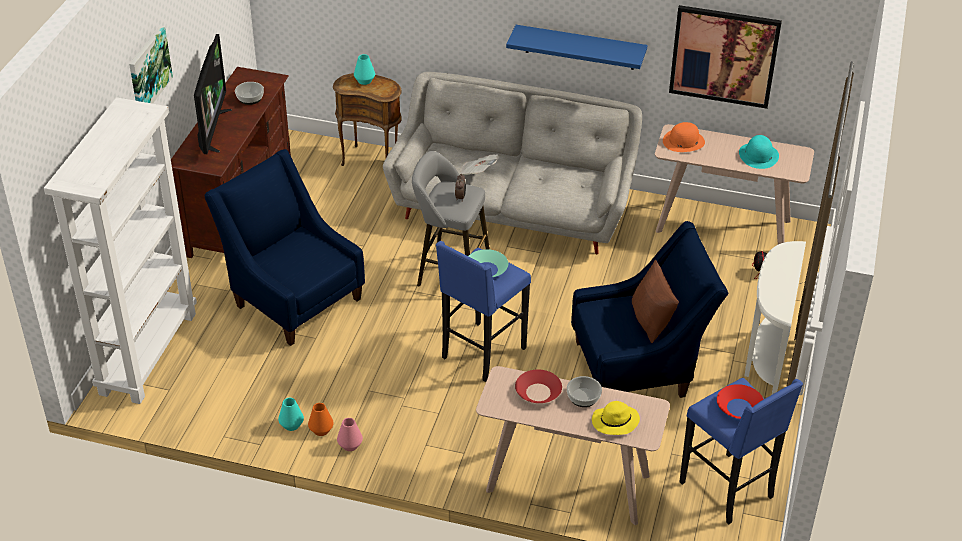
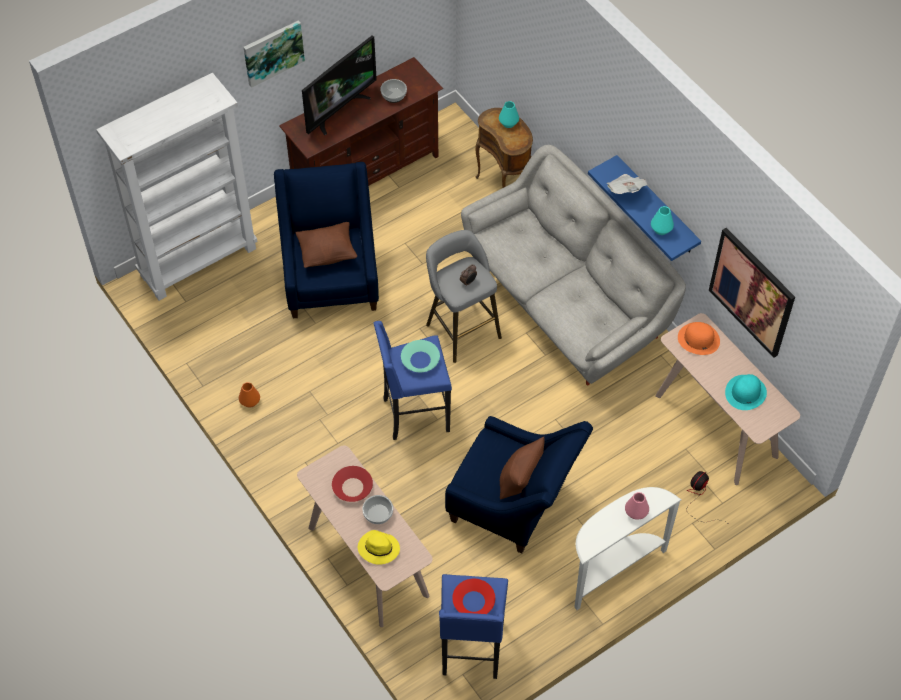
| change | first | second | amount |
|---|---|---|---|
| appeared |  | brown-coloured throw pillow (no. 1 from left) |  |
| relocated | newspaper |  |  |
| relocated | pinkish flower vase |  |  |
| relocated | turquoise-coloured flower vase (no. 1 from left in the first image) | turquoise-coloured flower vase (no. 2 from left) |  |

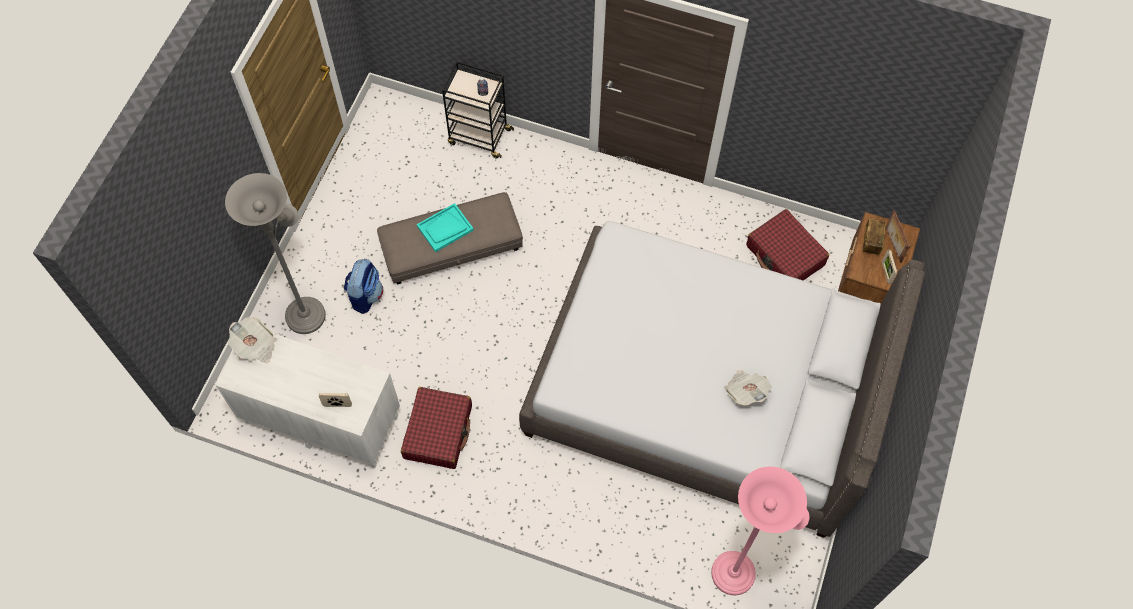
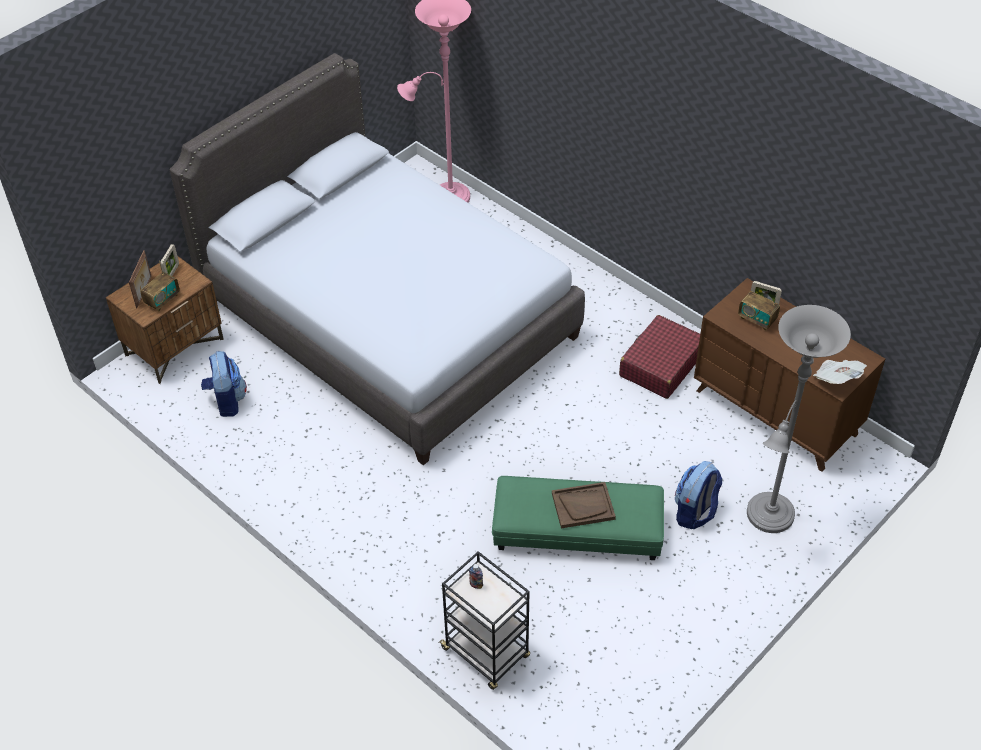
| change | first | second | amount |
|---|---|---|---|
| exchanged | reddish piece of luggage (no. 2 from left) | rucksack (no. 1 from left) |  |
| colour | gray ottoman | green-coloured ottoman |  |
| colour | turquoise-coloured carrying tray | brown-coloured carrying tray |  |
| colour | whitish drawer chest | brown-coloured drawer chest |  |
| appeared |  | radio set (no. 2 from left) |  |
| missing | newspaper (no. 2 from left) |  |  |

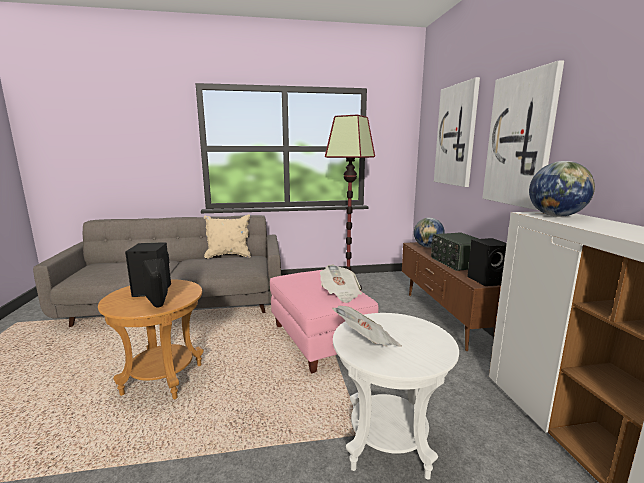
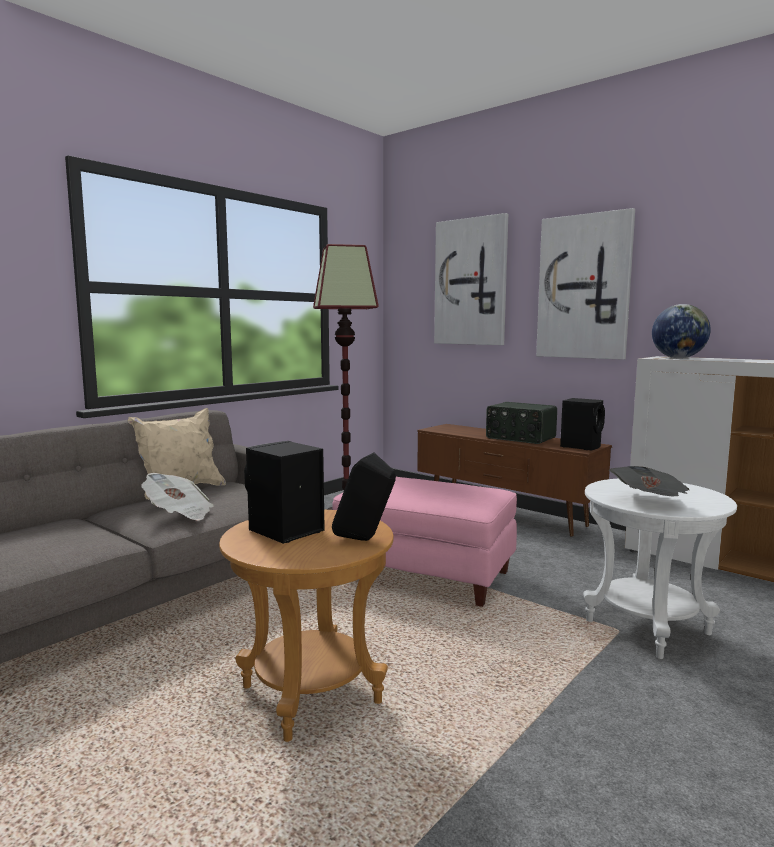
| change | first | second | amount |
|---|---|---|---|
| relocated | newspaper (no. 1 from left) |  |  |
| missing | desk globe (no. 1 from left) |  |  |

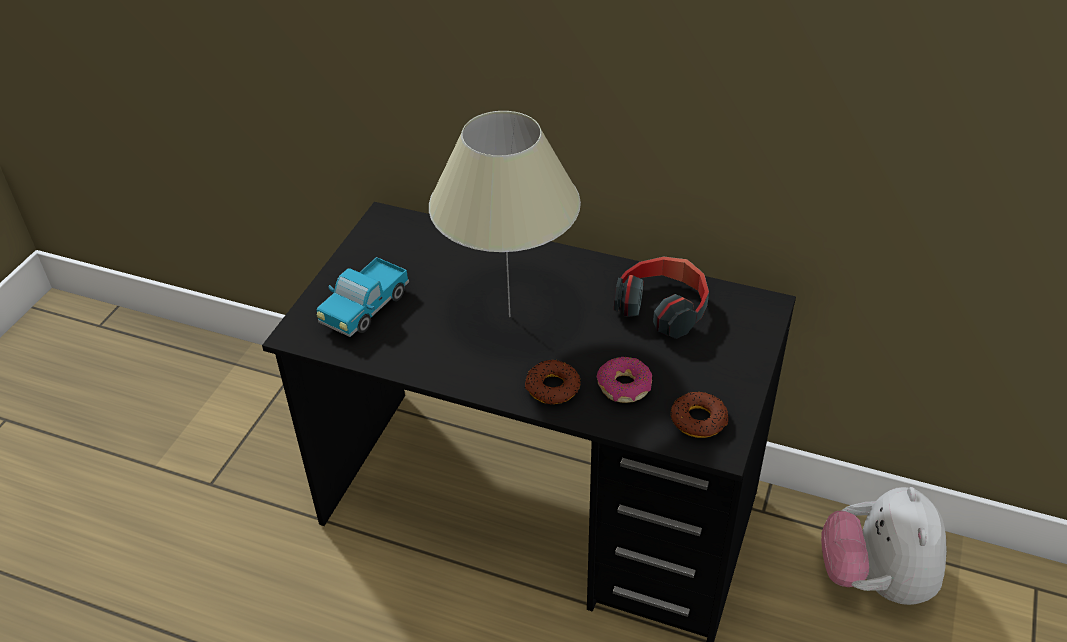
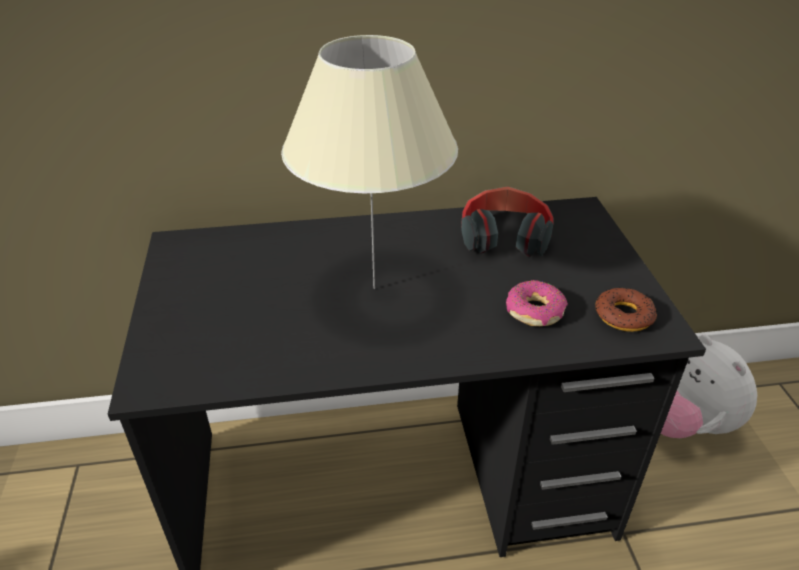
| change | first | second | amount |
|---|---|---|---|
| missing | toy truck |  |  |
| missing | ring doughnut (no. 1 from left) |  |  |

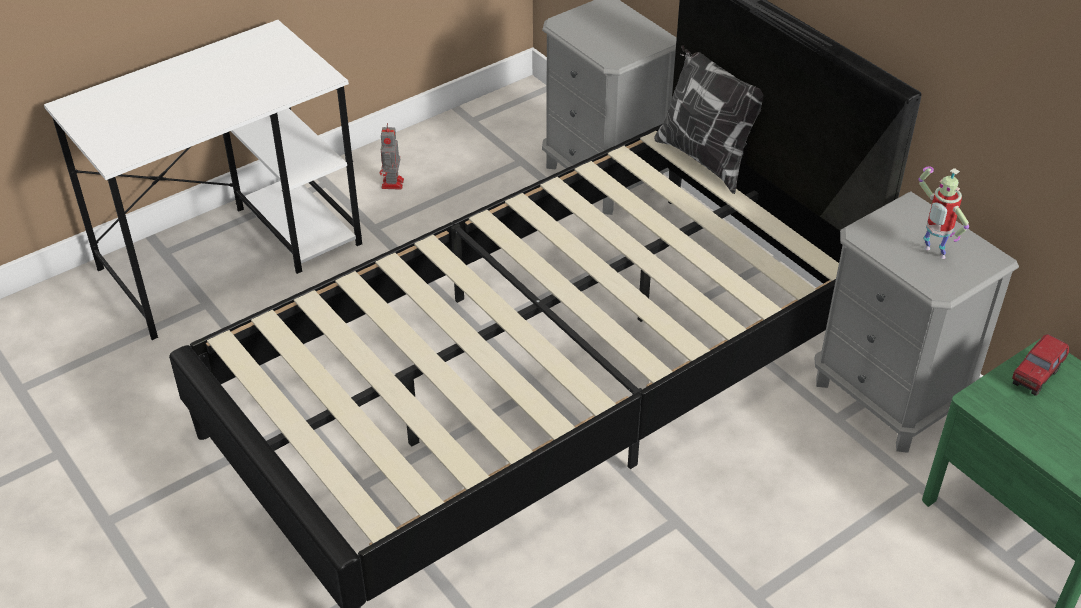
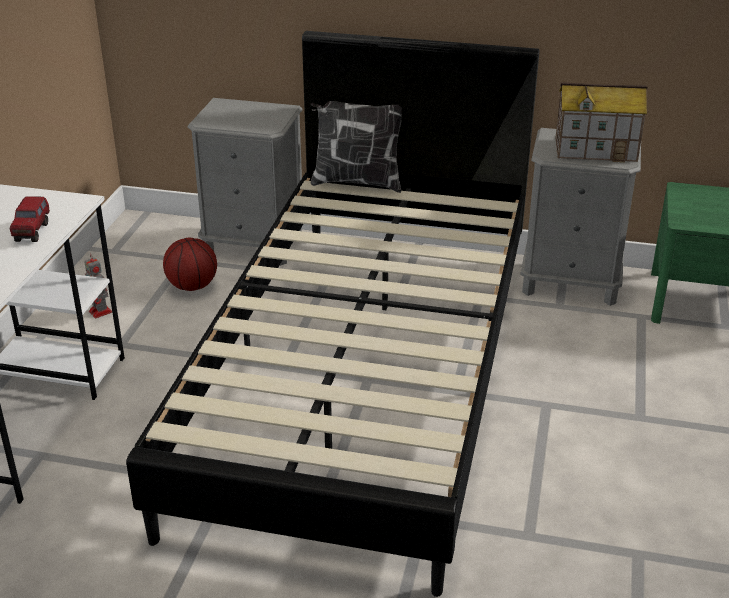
| change | first | second | amount |
|---|---|---|---|
| relocated | toy truck |  |  |
| appeared |  | ball for basketball |  |
| exchanged | toy robot (no. 2 from left) | model house |  |

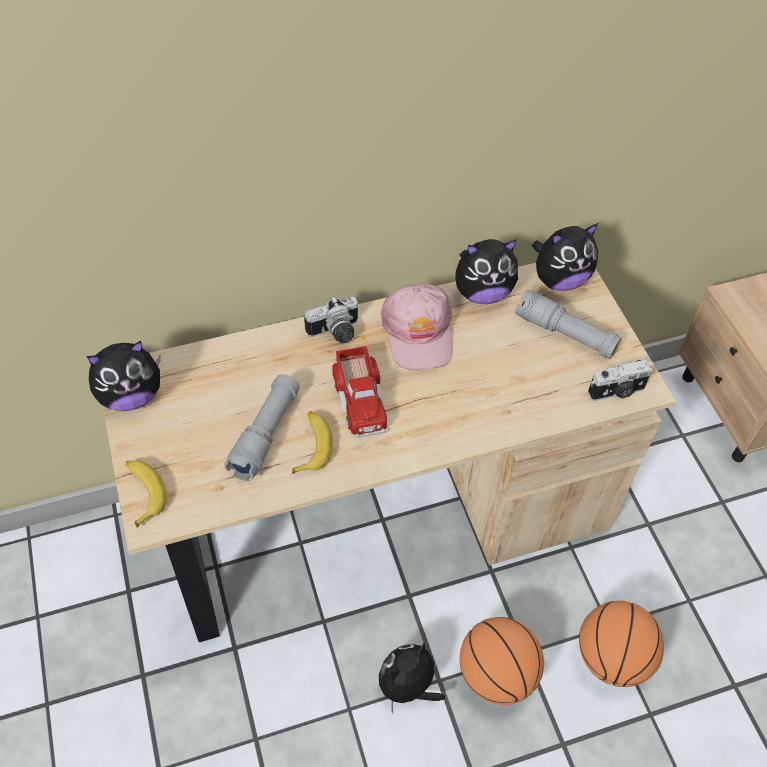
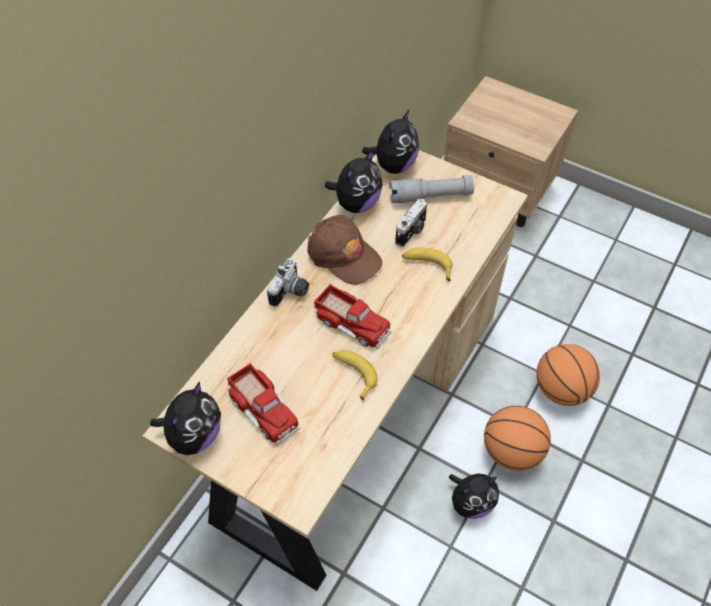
| change | first | second | amount |
|---|---|---|---|
| appeared |  | toy truck (no. 1 from left) |  |
| colour | pinkish peaked cap | brown-coloured peaked cap |  |
| relocated | photo camera (no. 2 from left) |  |  |
| relocated | banana fruit (no. 1 from left in the first image) | banana fruit (no. 2 from left) |  |
| spun | cuddly toy (no. 2 from left in the first image) | cuddly toy (no. 4 from left) | 120 degrees counterclockwise |
| missing | gray flashlight (no. 1 from left) |  |  |

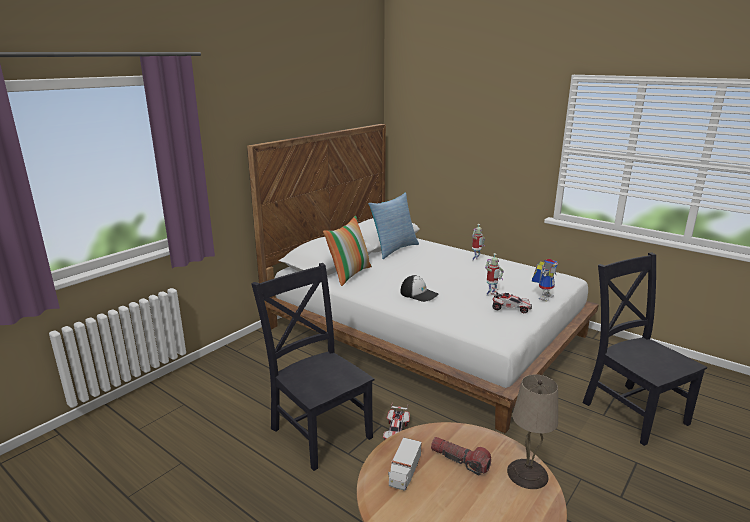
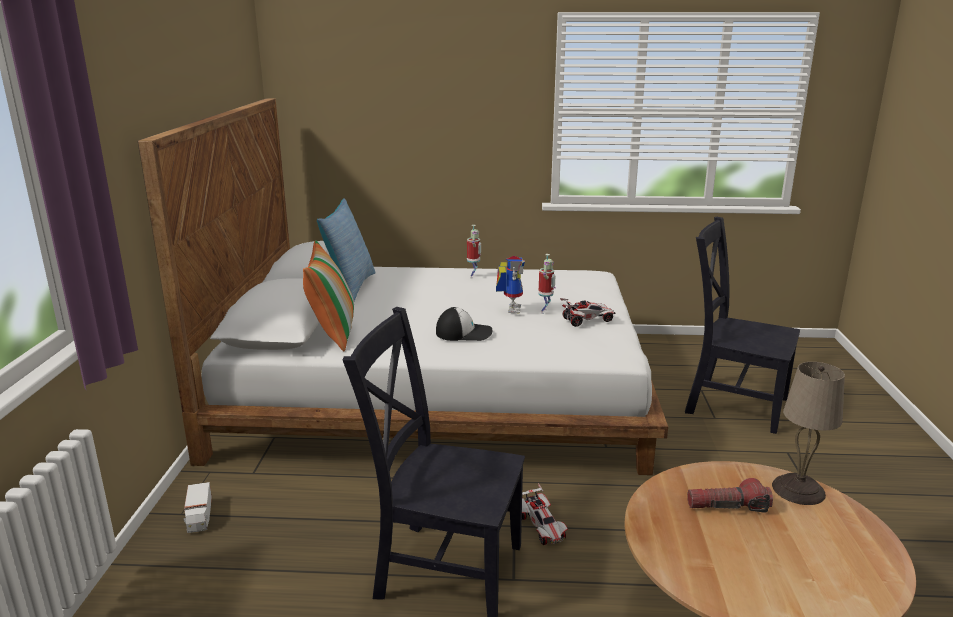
| change | first | second | amount |
|---|---|---|---|
| relocated | toy truck |  |  |
| relocated | toy robot (no. 3 from left in the first image) | toy robot (no. 2 from left) |  |

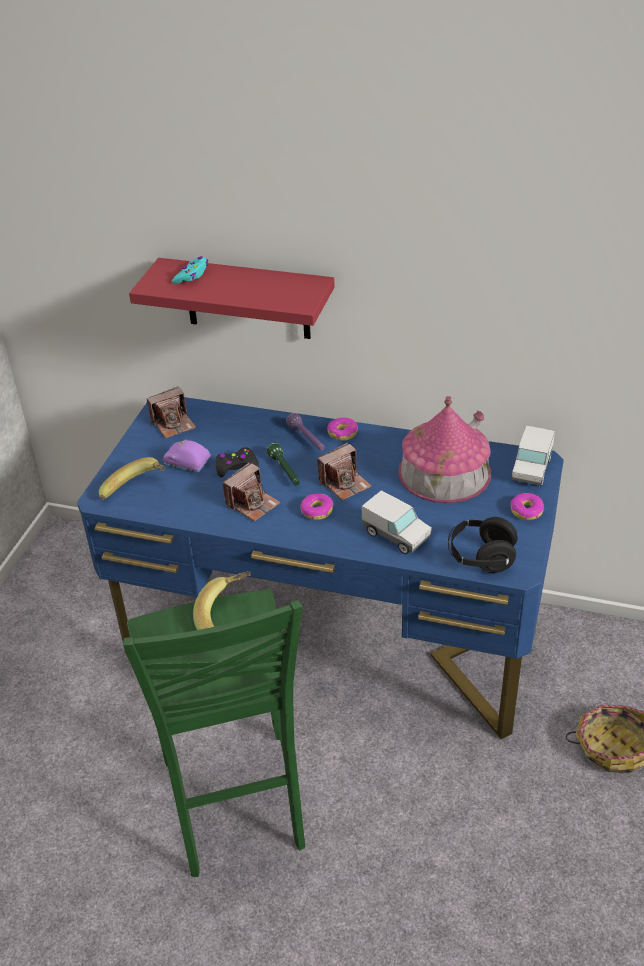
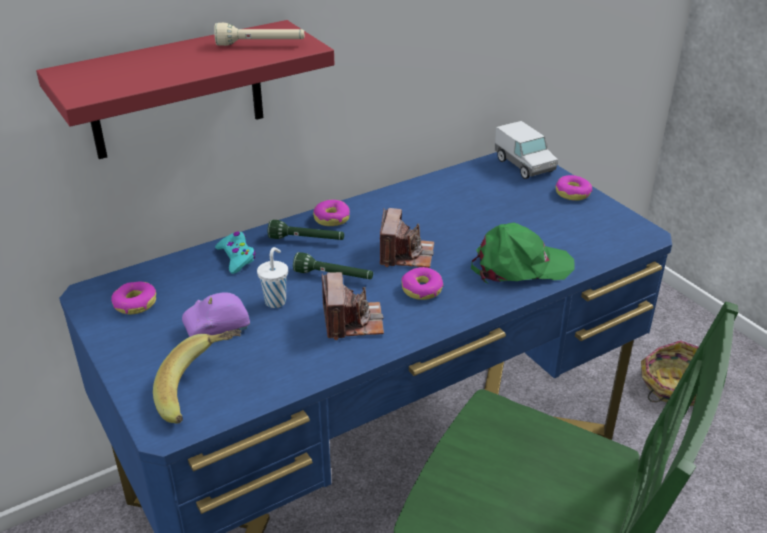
| change | first | second | amount |
|---|---|---|---|
| exchanged | photo camera (no. 1 from left) | ring doughnut (no. 1 from left) |  |
| appeared |  | sand-coloured flashlight |  |
| relocated | turquoise-coloured gamepad |  |  |
| exchanged | black gamepad | whitish small cup |  |
| colour | purplish flashlight | green-coloured flashlight (no. 1 from left) |  |
| exchanged | toy truck (no. 1 from left) | green-coloured peaked cap |  |
| missing | banana fruit (no. 2 from left) |  |  |
| missing | model house |  |  |
| missing | black pair of headphones |  |  |

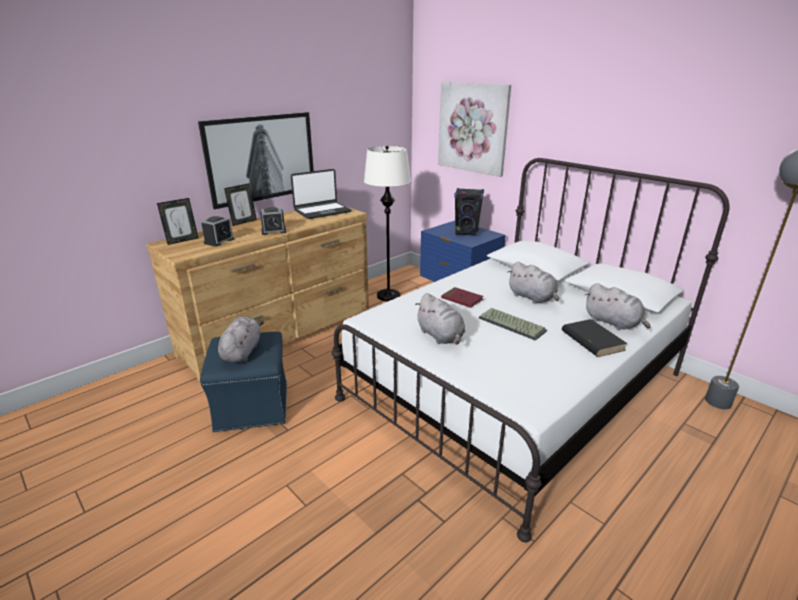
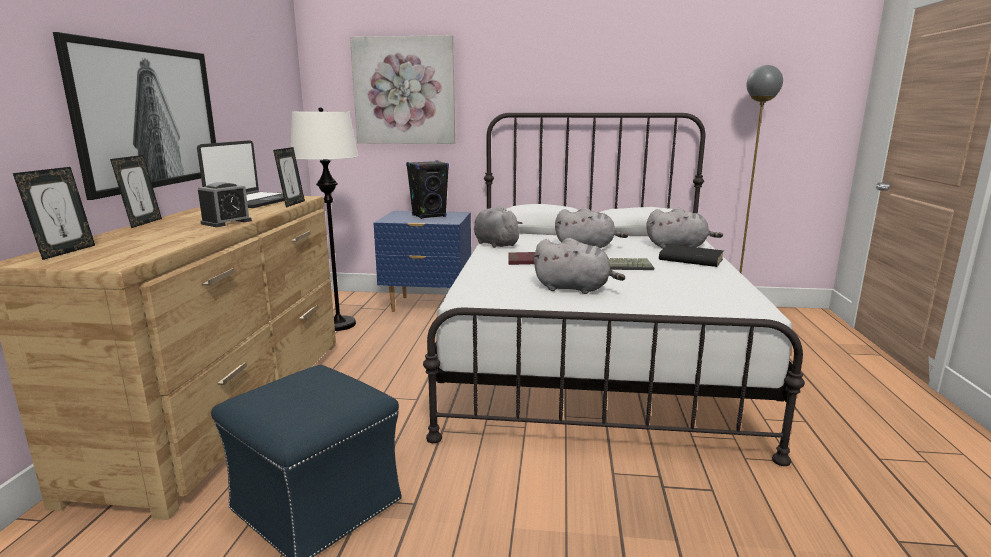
| change | first | second | amount |
|---|---|---|---|
| appeared |  | standing frame (no. 3 from left) |  |
| relocated | gray cuddly toy (no. 1 from left) |  |  |
| missing | table clock (no. 1 from left) |  |  |

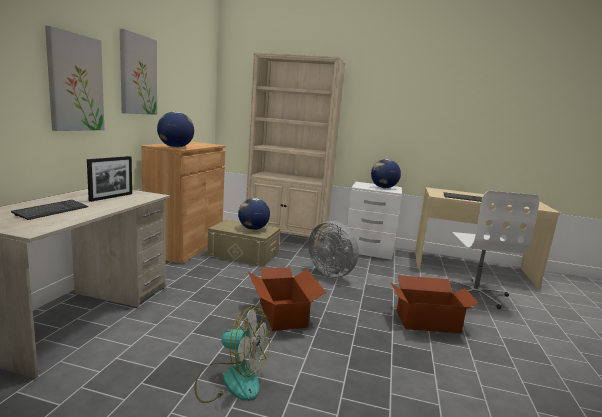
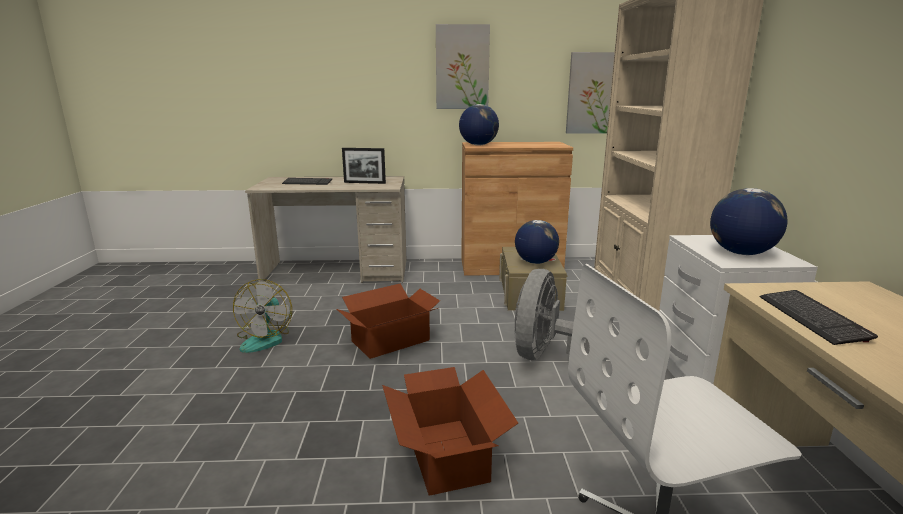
| change | first | second | amount |
|---|---|---|---|
| relocated | wall art (no. 1 from left in the first image) | wall art (no. 2 from left) |  |

